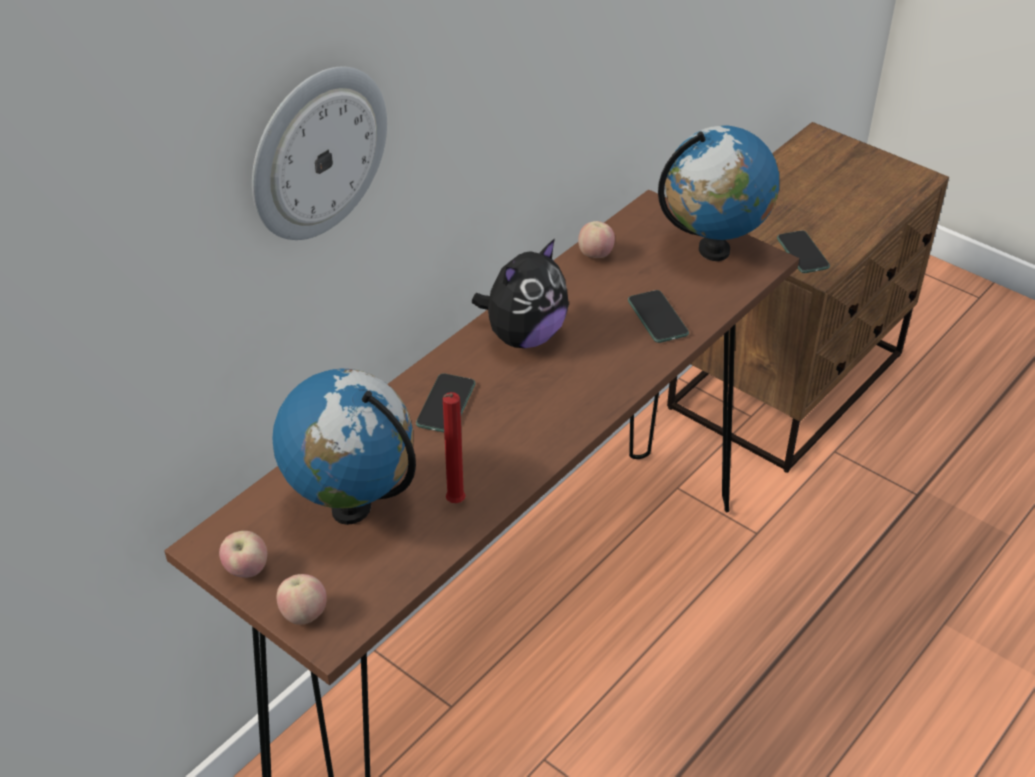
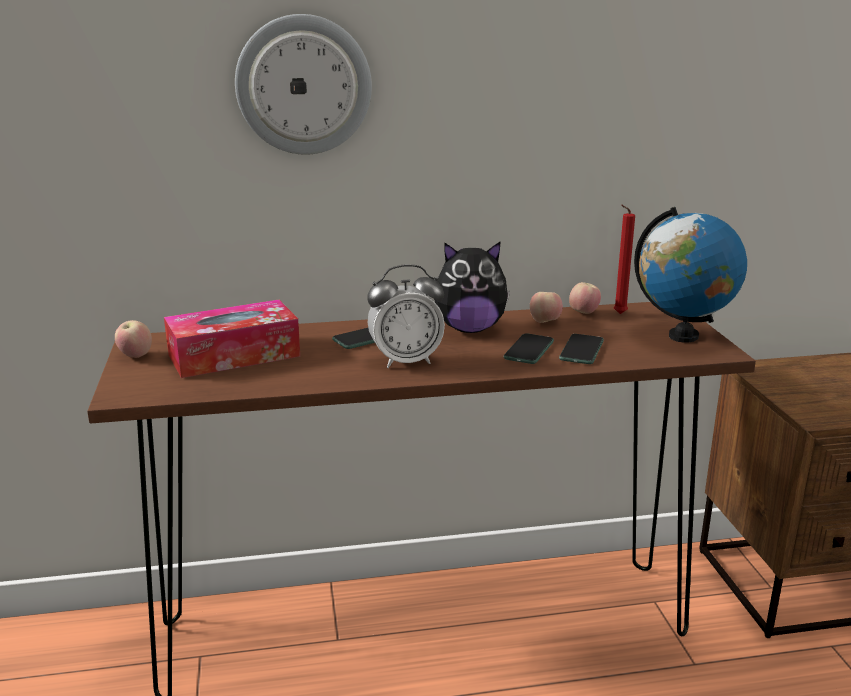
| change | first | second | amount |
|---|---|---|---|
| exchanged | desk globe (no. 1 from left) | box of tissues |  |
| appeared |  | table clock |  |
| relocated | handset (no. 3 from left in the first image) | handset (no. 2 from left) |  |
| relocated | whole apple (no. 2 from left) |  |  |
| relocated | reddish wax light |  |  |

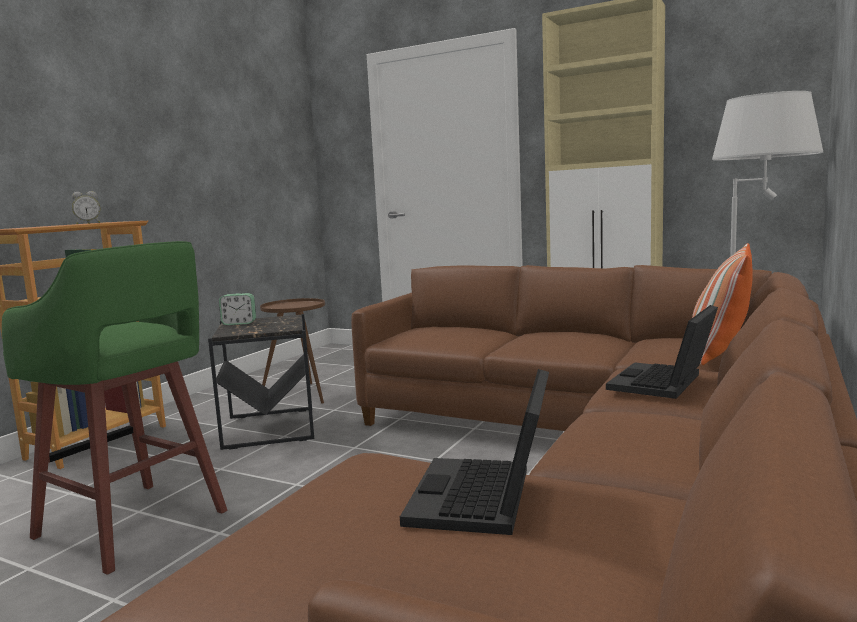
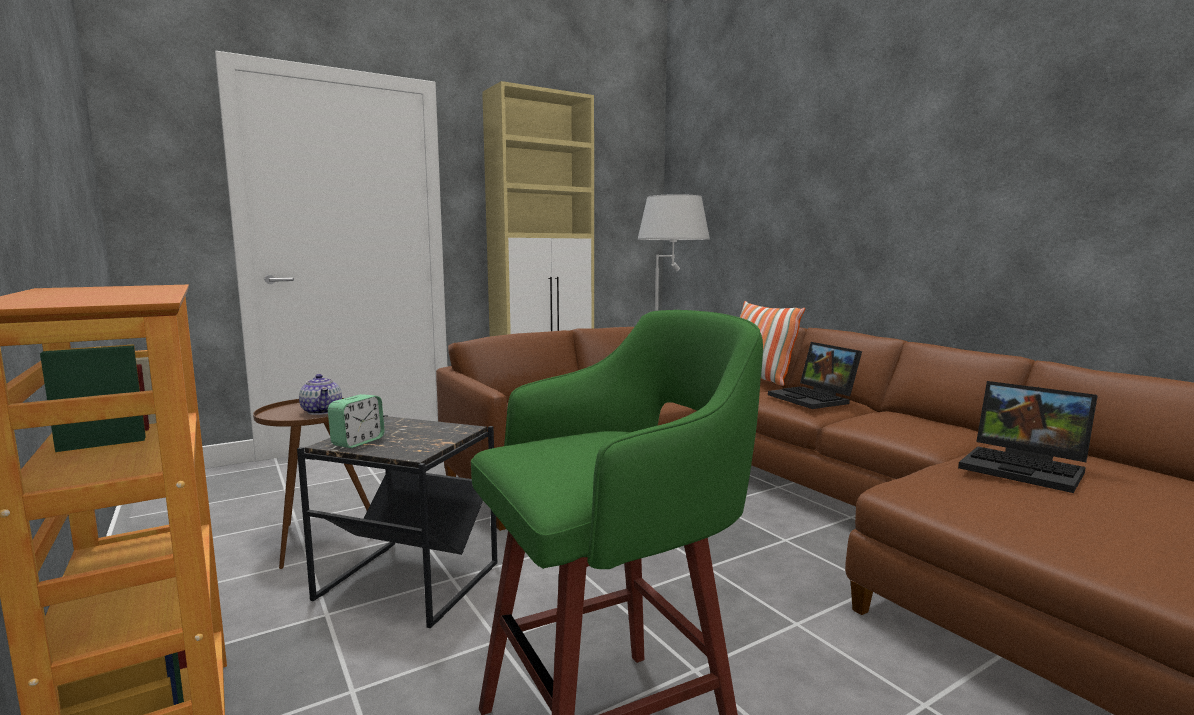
| change | first | second | amount |
|---|---|---|---|
| appeared |  | tea pot |  |
| missing | table clock (no. 1 from left) |  |  |

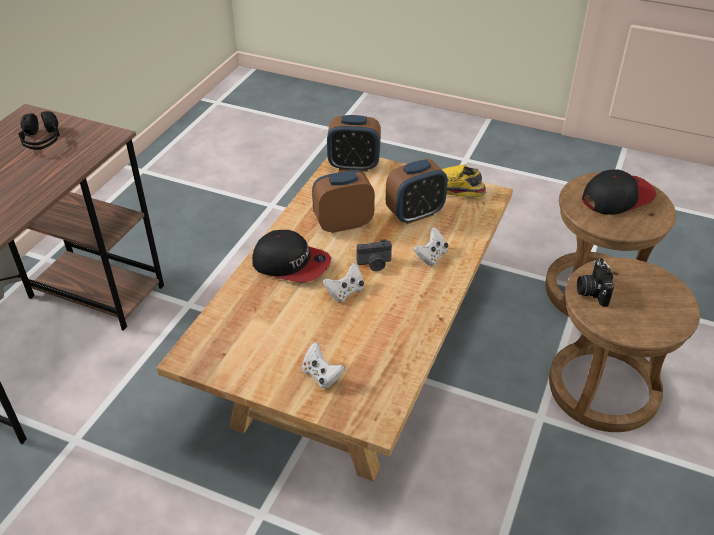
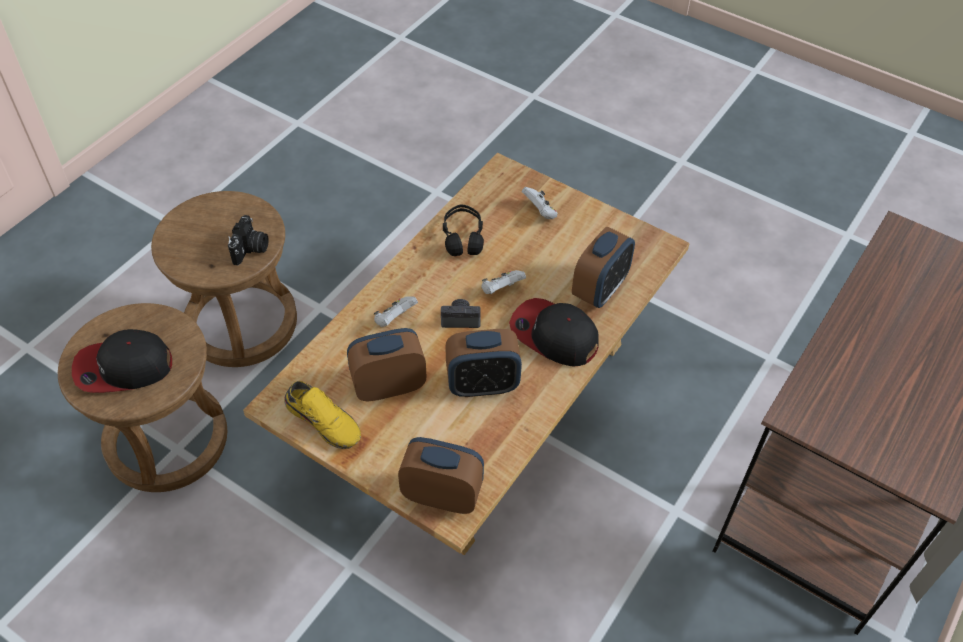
| change | first | second | amount |
|---|---|---|---|
| relocated | black pair of headphones |  |  |
| appeared |  | table clock (no. 4 from left) |  |

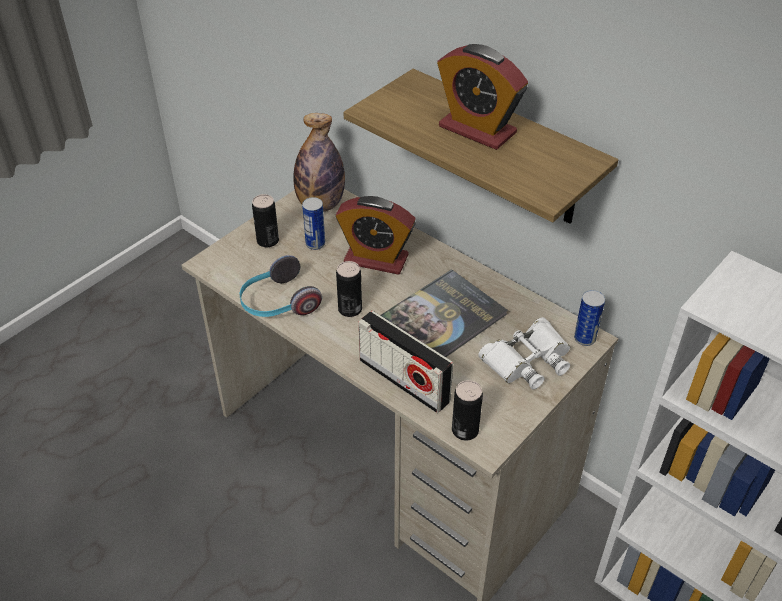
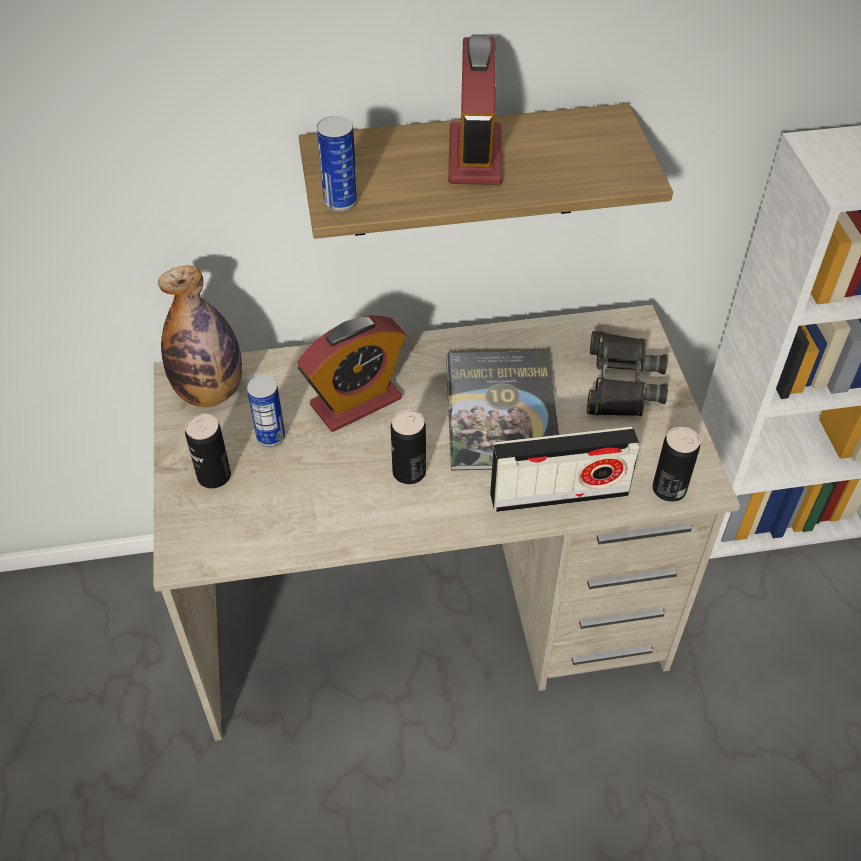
| change | first | second | amount |
|---|---|---|---|
| relocated | can (no. 5 from left in the first image) | can (no. 3 from left) |  |
| spun | table clock (no. 2 from left) |  | 75 degrees counterclockwise |
| colour | whitish pair of binoculars | black pair of binoculars |  |
| missing | pair of headphones |  |  |

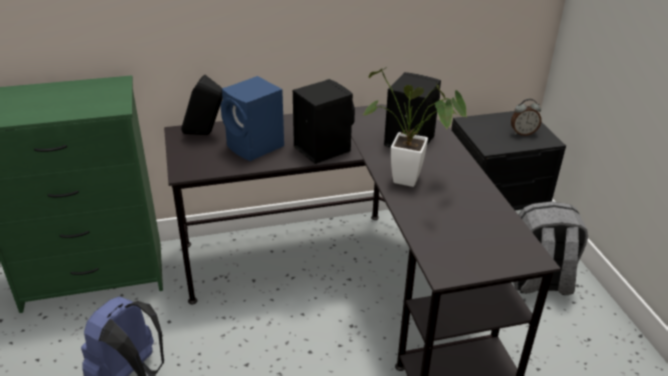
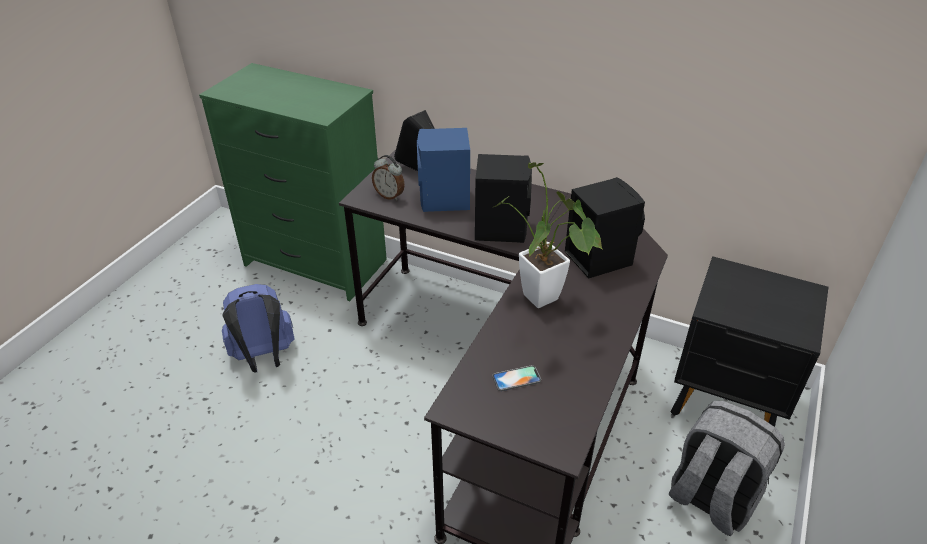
| change | first | second | amount |
|---|---|---|---|
| relocated | table clock |  |  |
| appeared |  | handset |  |

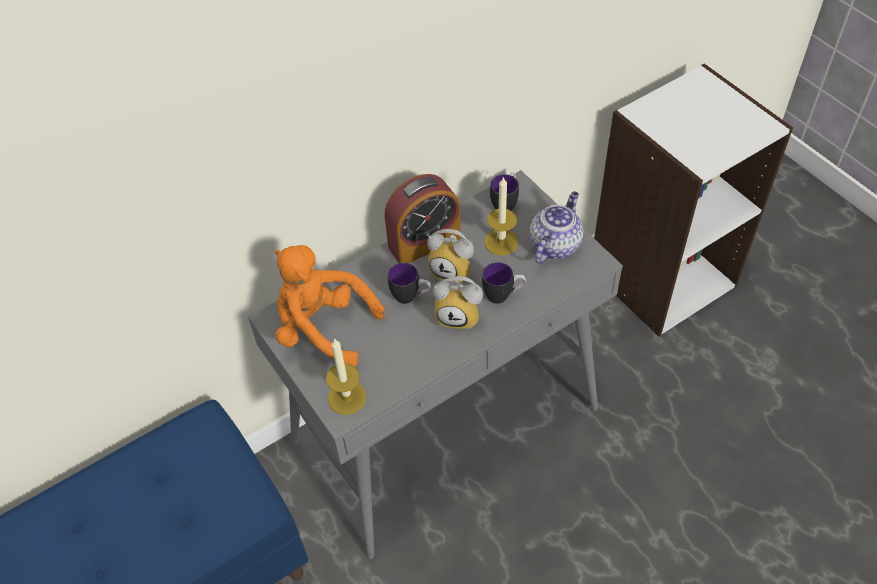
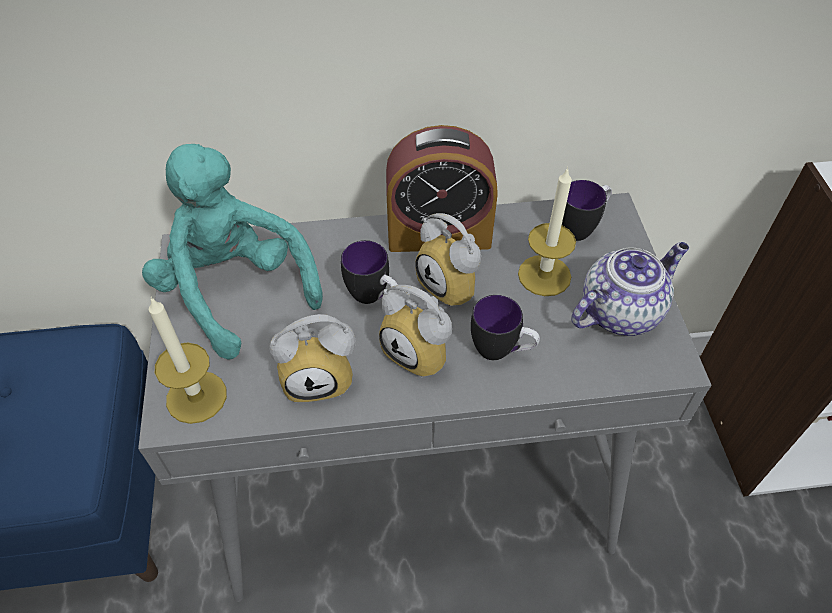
| change | first | second | amount |
|---|---|---|---|
| colour | orange-coloured cuddly toy | turquoise-coloured cuddly toy |  |
| appeared |  | table clock (no. 1 from left) |  |

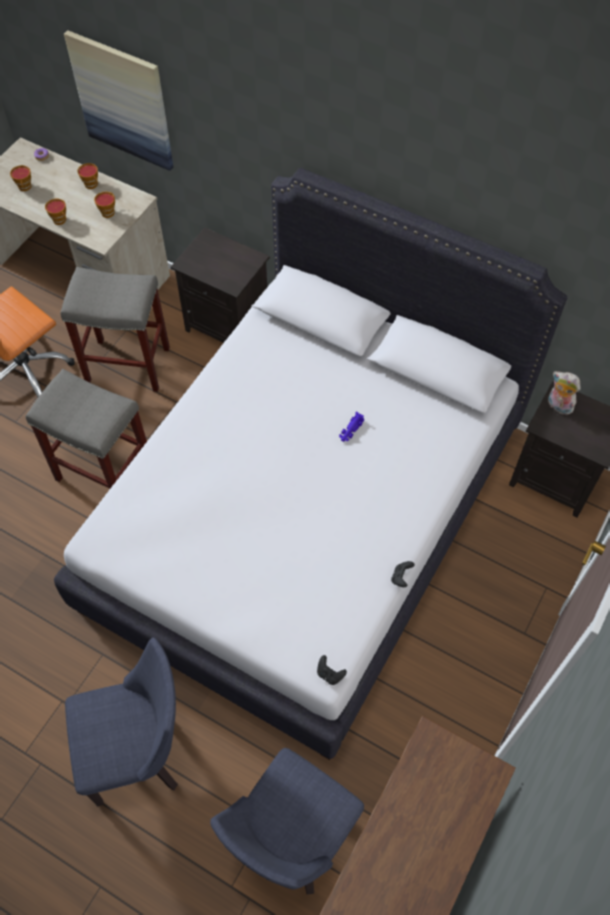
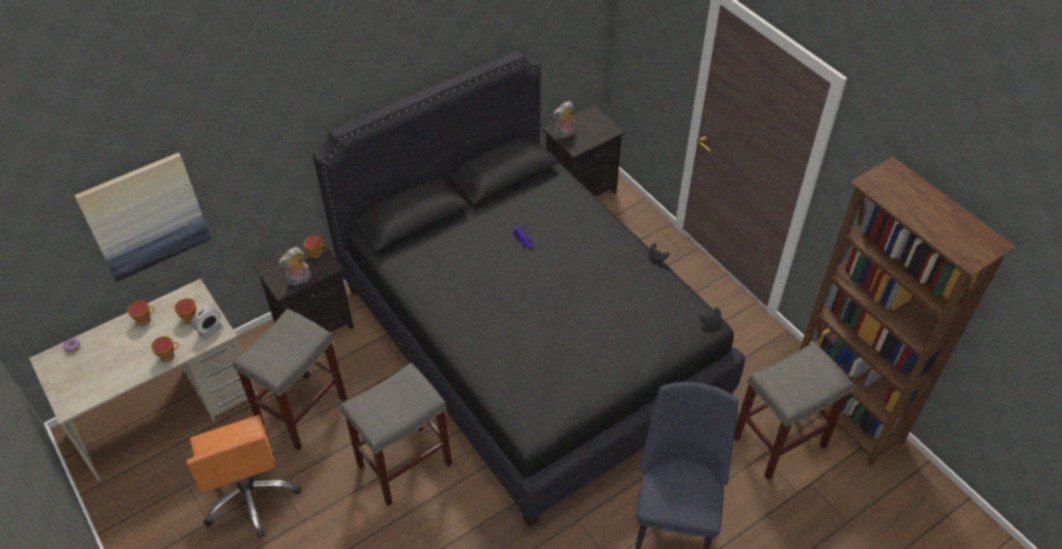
| change | first | second | amount |
|---|---|---|---|
| appeared |  | table clock |  |
| appeared |  | cuddly toy (no. 1 from left) |  |
| relocated | small cup (no. 1 from left in the first image) | small cup (no. 4 from left) |  |
| colour | whitish bedroom bed | black bedroom bed |  |
| exchanged | blue upright chair (no. 2 from left) | gray stool (no. 3 from left) |  |

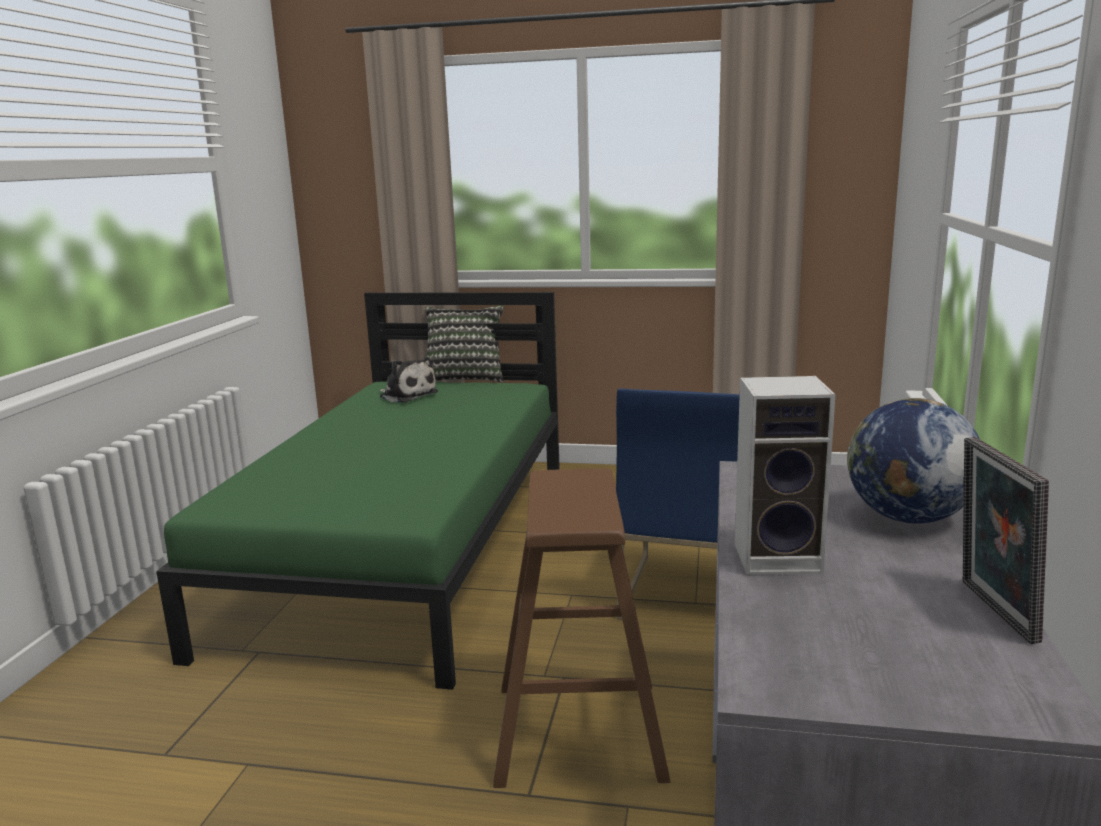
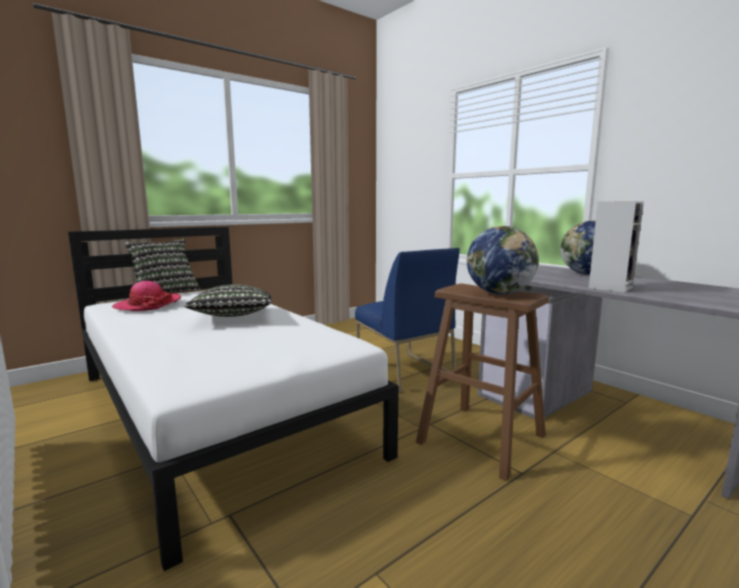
| change | first | second | amount |
|---|---|---|---|
| colour | green-coloured bedroom bed | whitish bedroom bed |  |
| exchanged | cuddly toy | wearable hat |  |
| appeared |  | throw pillow (no. 2 from left) |  |
| appeared |  | desk globe (no. 1 from left) |  |
| missing | standing frame |  |  |

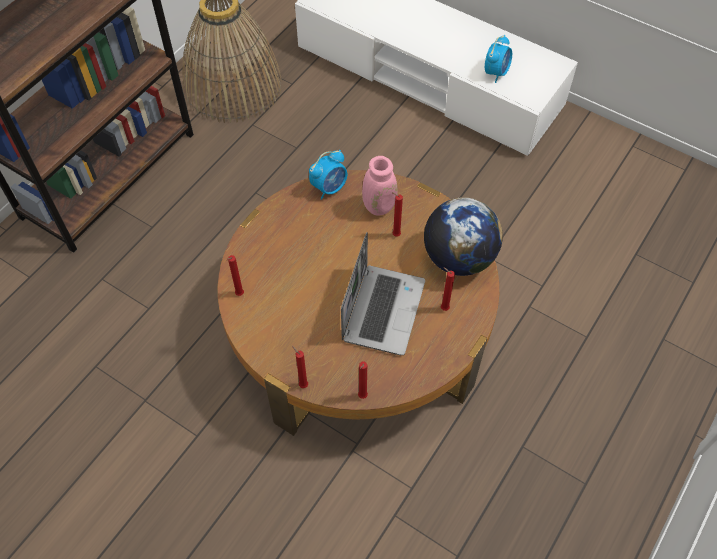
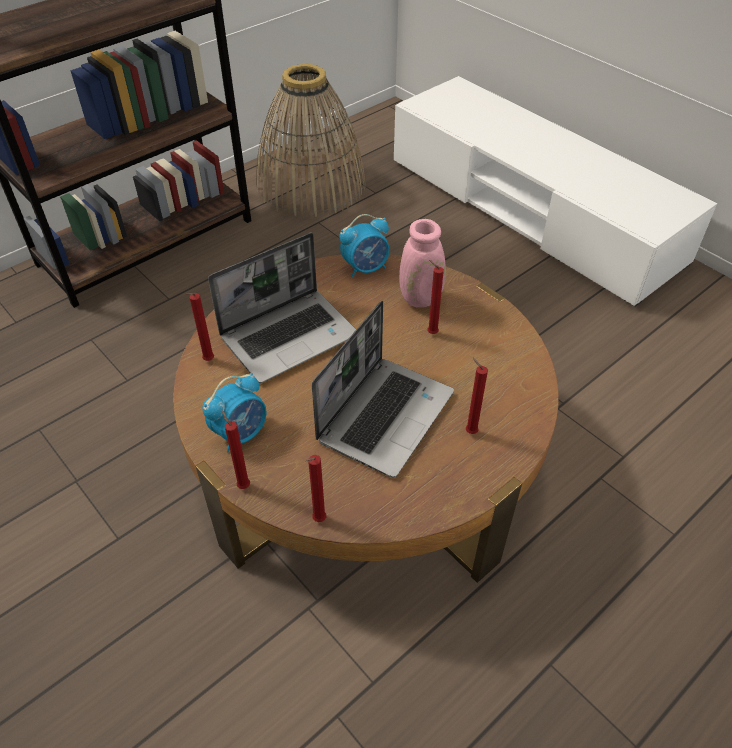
| change | first | second | amount |
|---|---|---|---|
| relocated | table clock (no. 2 from left in the first image) | table clock (no. 1 from left) |  |
| appeared |  | notebook computer (no. 1 from left) |  |
| missing | desk globe |  |  |

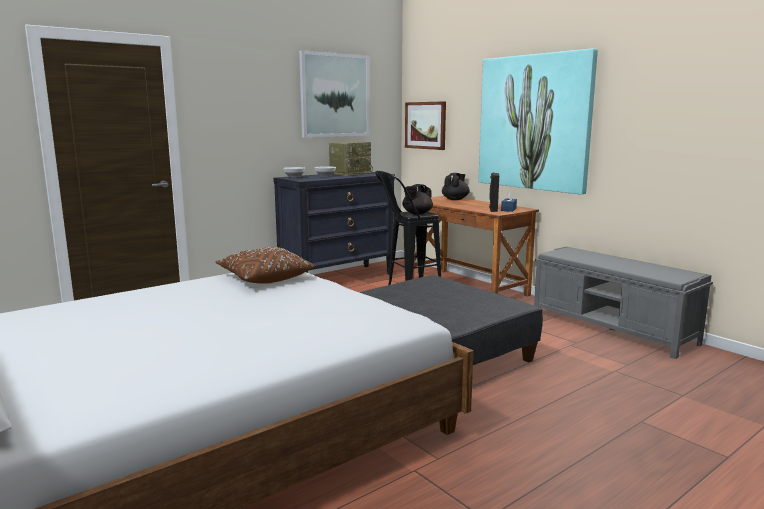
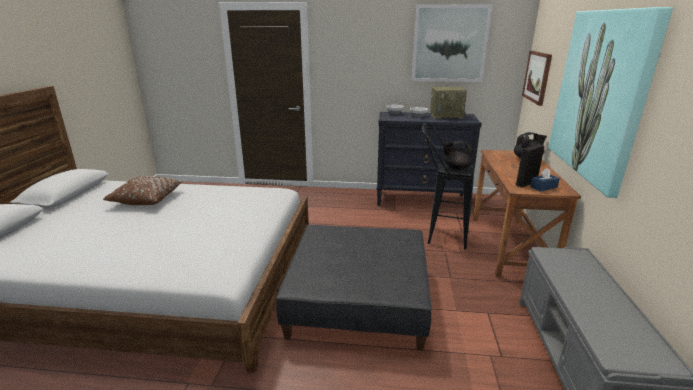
| change | first | second | amount |
|---|---|---|---|
| relocated | brown-coloured throw pillow |  |  |

